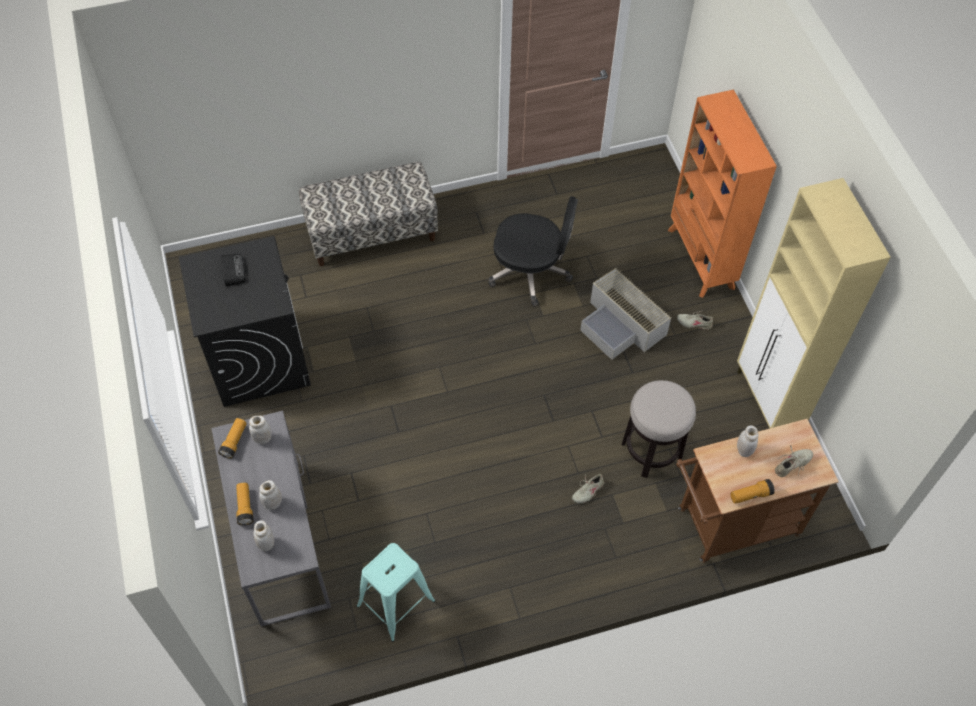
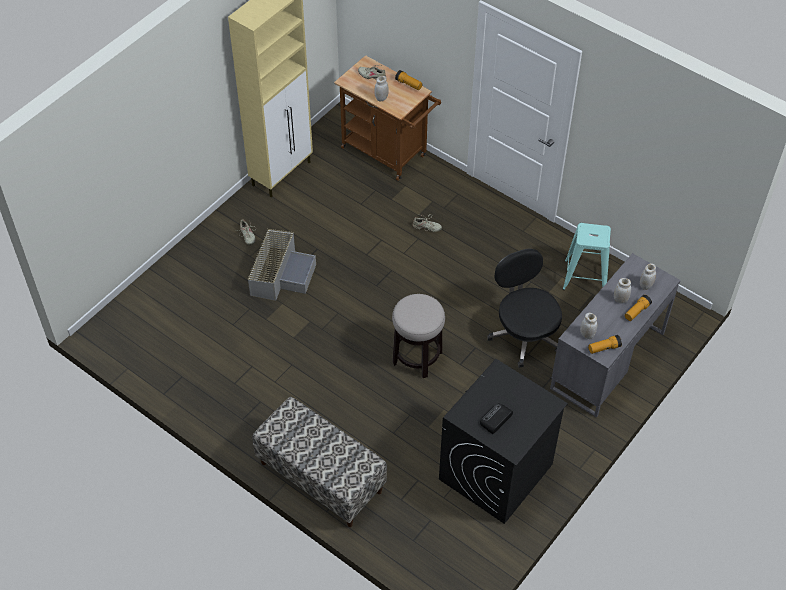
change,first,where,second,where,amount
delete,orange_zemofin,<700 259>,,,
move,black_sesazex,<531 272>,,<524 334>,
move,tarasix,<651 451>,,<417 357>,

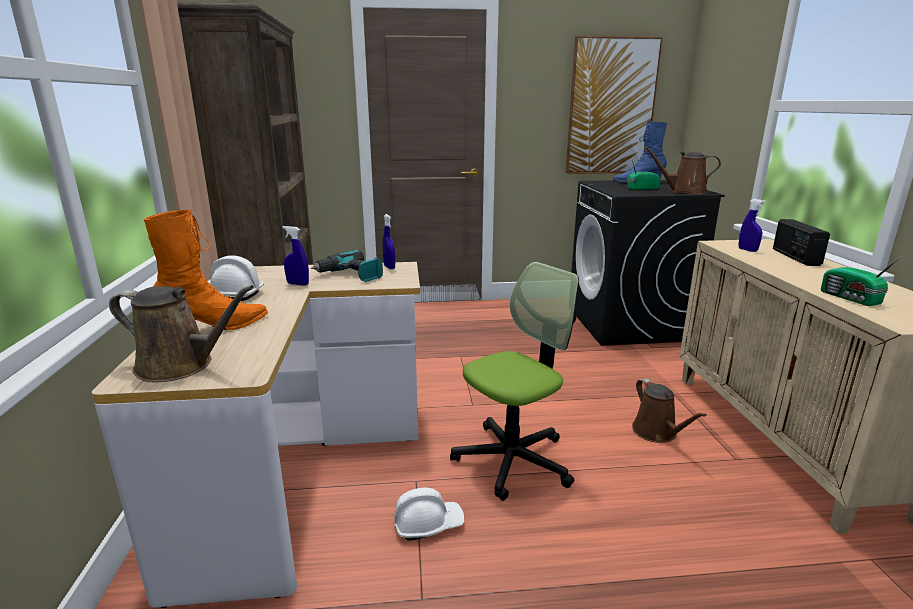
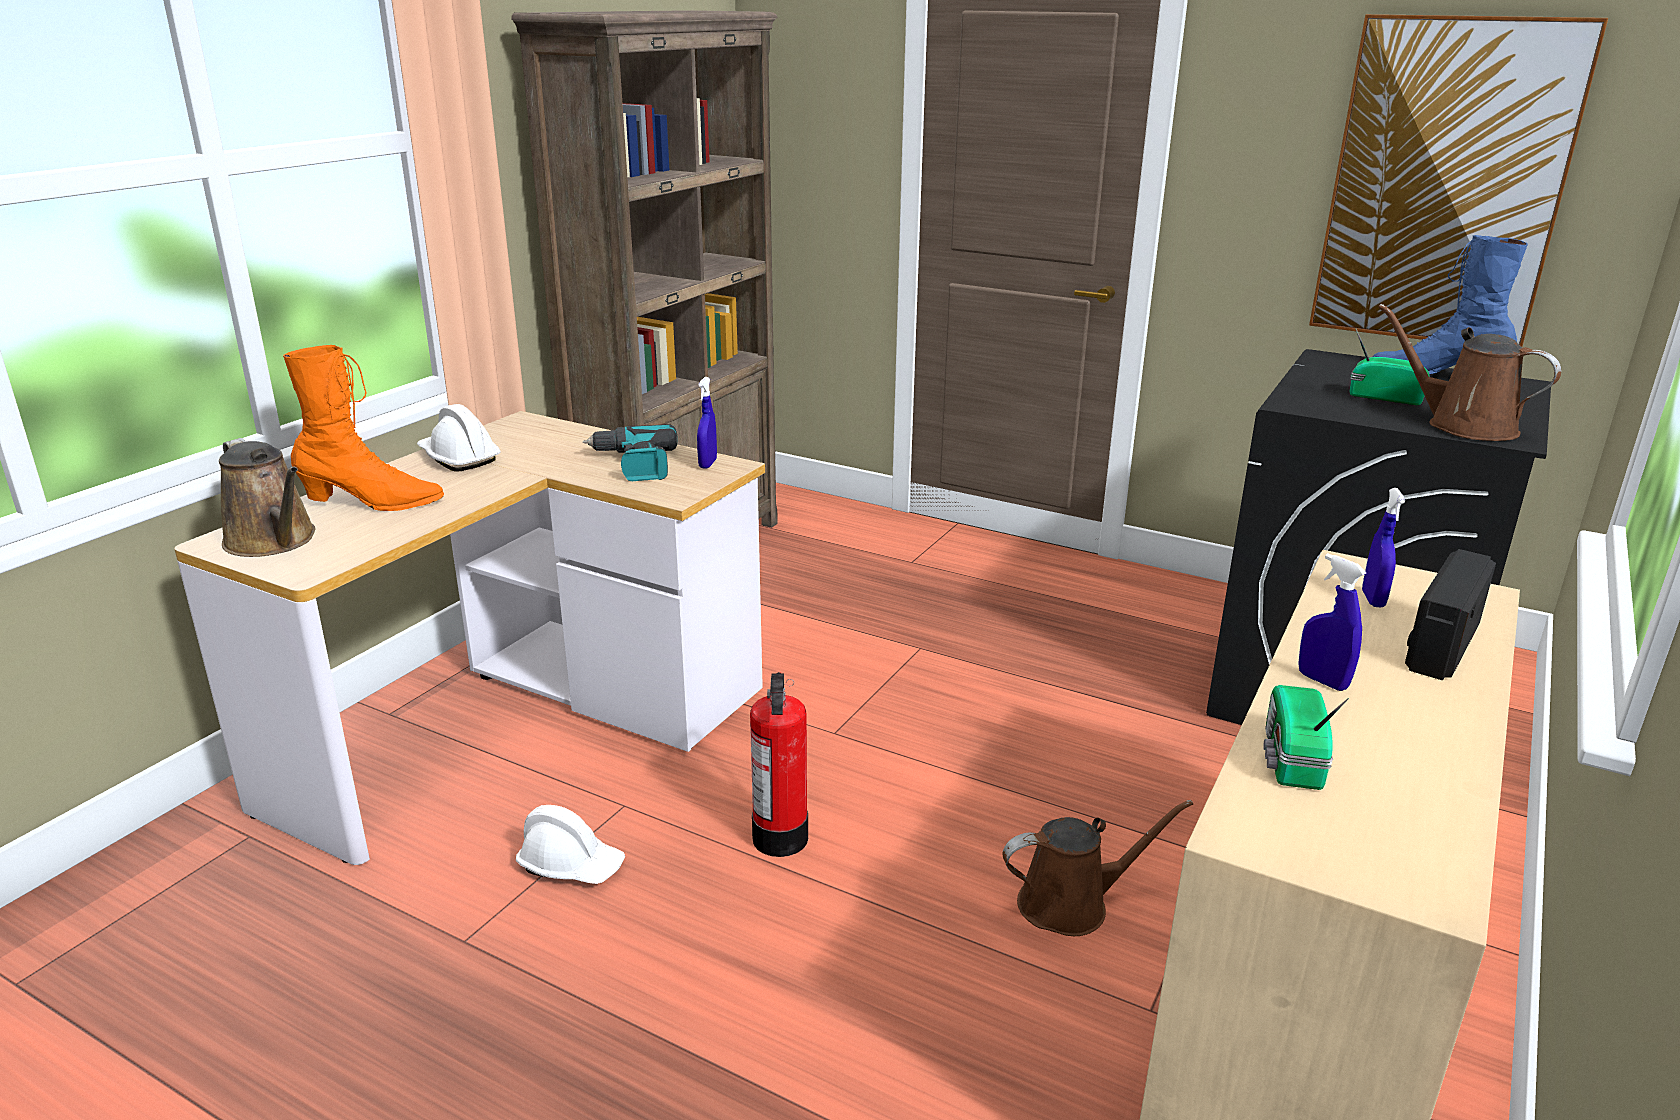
change,first,where,second,where,amount
move,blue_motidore,<298 284>,,<1322 681>,
replace,sesazex,<513 460>,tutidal,<781 838>,
rotate,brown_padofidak,<657 433>,,<1071 904>,120 degrees counterclockwise

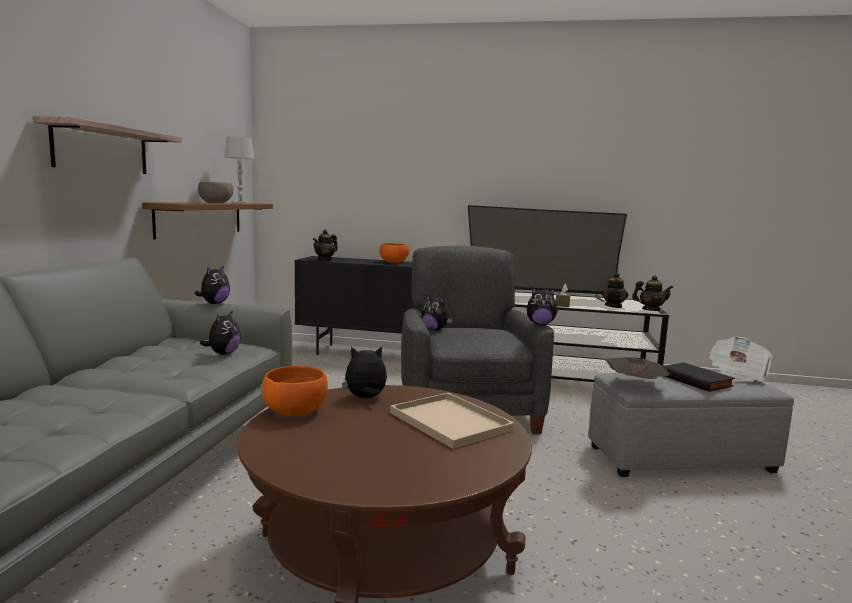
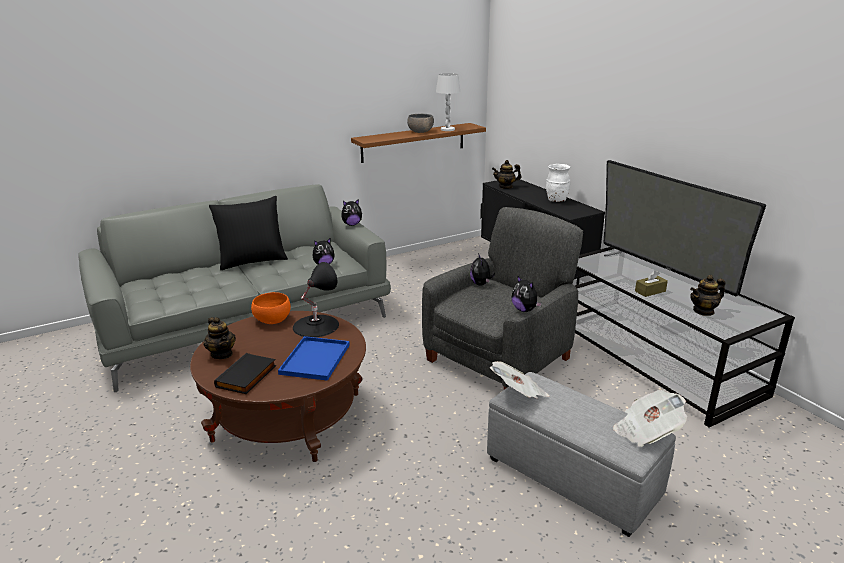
change,first,where,second,where,amount
delete,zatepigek,<101 149>,,,
insert,,,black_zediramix,<252 261>,
move,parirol,<650 310>,,<222 354>,
move,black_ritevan,<696 380>,,<247 377>,
replace,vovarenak,<365 398>,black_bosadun,<315 325>,
replace,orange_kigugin,<393 262>,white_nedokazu,<556 200>,
recolor,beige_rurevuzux,<452 421>,blue_rurevuzux,<315 360>,

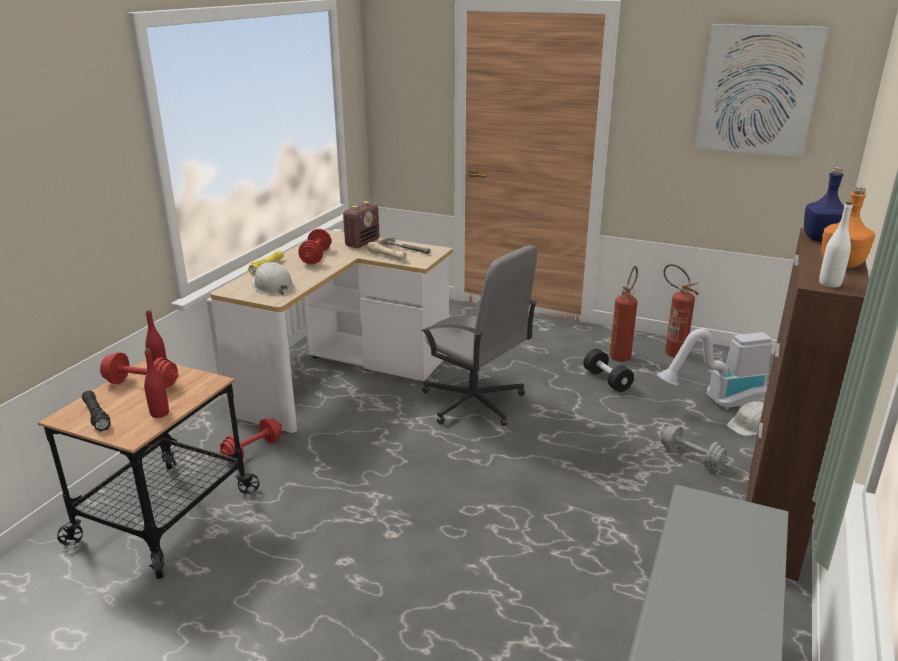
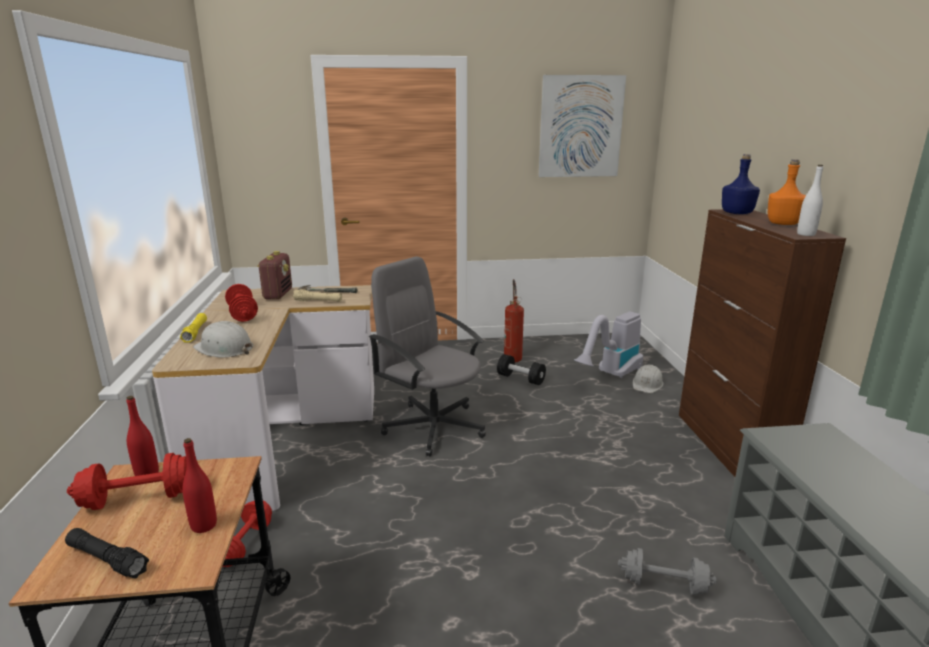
change,first,where,second,where,amount
delete,tutidal,<670 351>,,,
move,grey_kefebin,<691 458>,,<664 584>,
rotate,grey_sesazex,<474 403>,,<433 426>,150 degrees counterclockwise

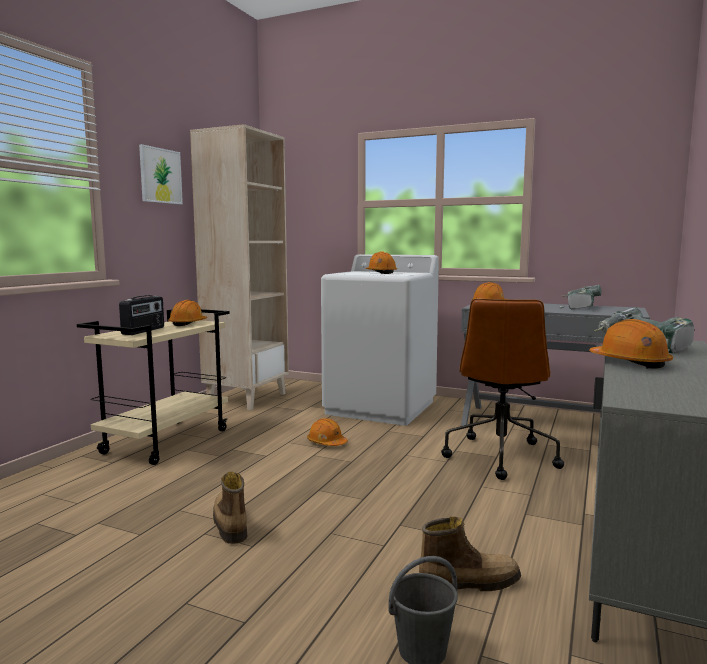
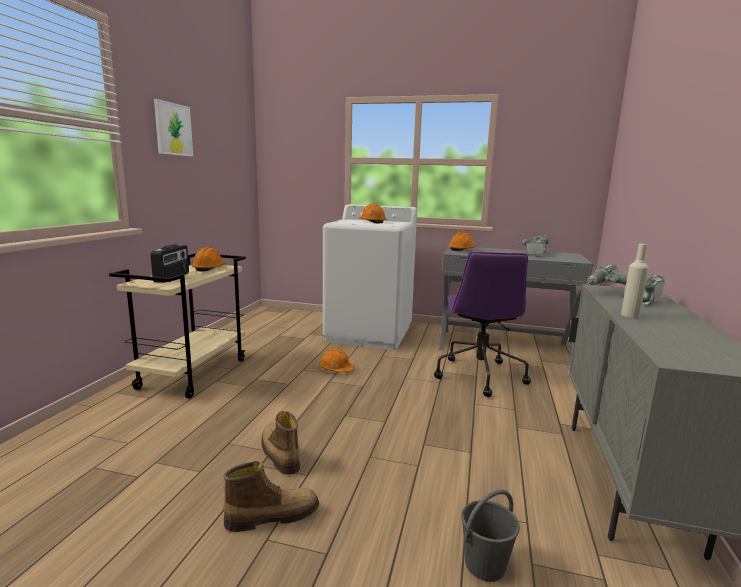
change,first,where,second,where,amount
delete,beige_zemofin,<246 398>,,,
move,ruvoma,<468 583>,,<272 516>,
replace,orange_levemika,<630 362>,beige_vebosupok,<630 315>,
recolor,brown_sesazex,<500 456>,purple_sesazex,<478 375>,

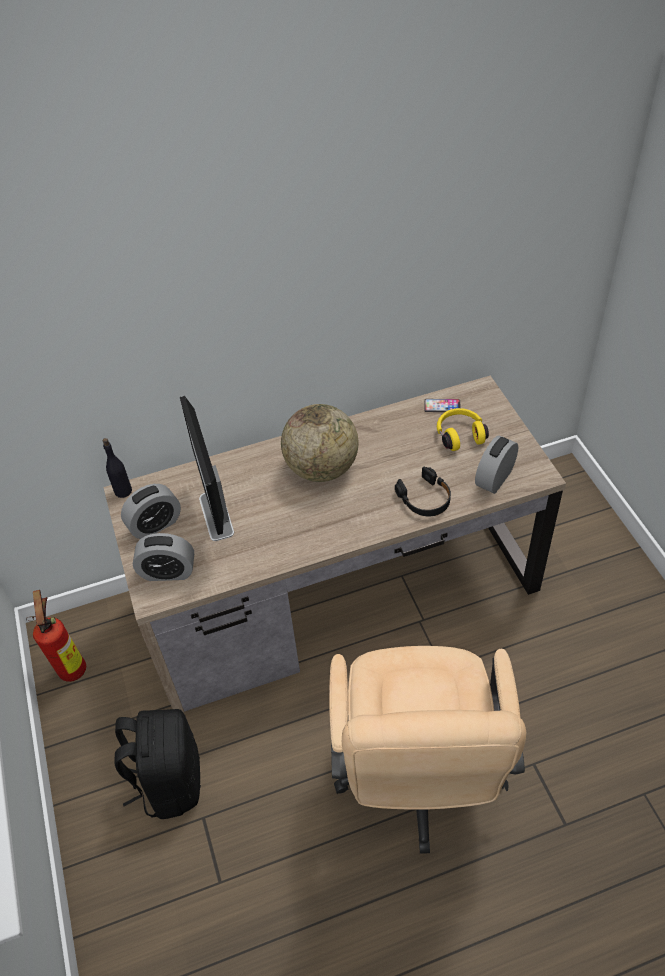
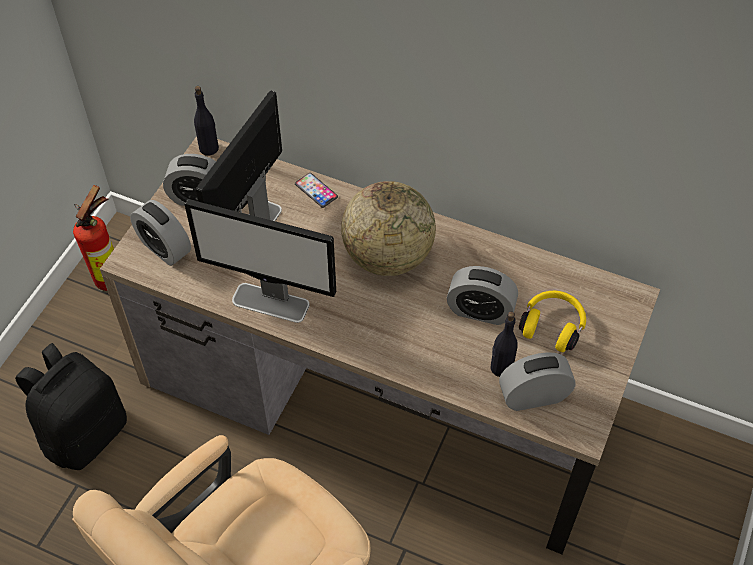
change,first,where,second,where,amount
delete,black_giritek,<425 498>,,,
insert,,,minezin,<271 303>,
insert,,,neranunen,<480 311>,
insert,,,black_vebosupok,<501 368>,
move,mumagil,<442 406>,,<316 191>,

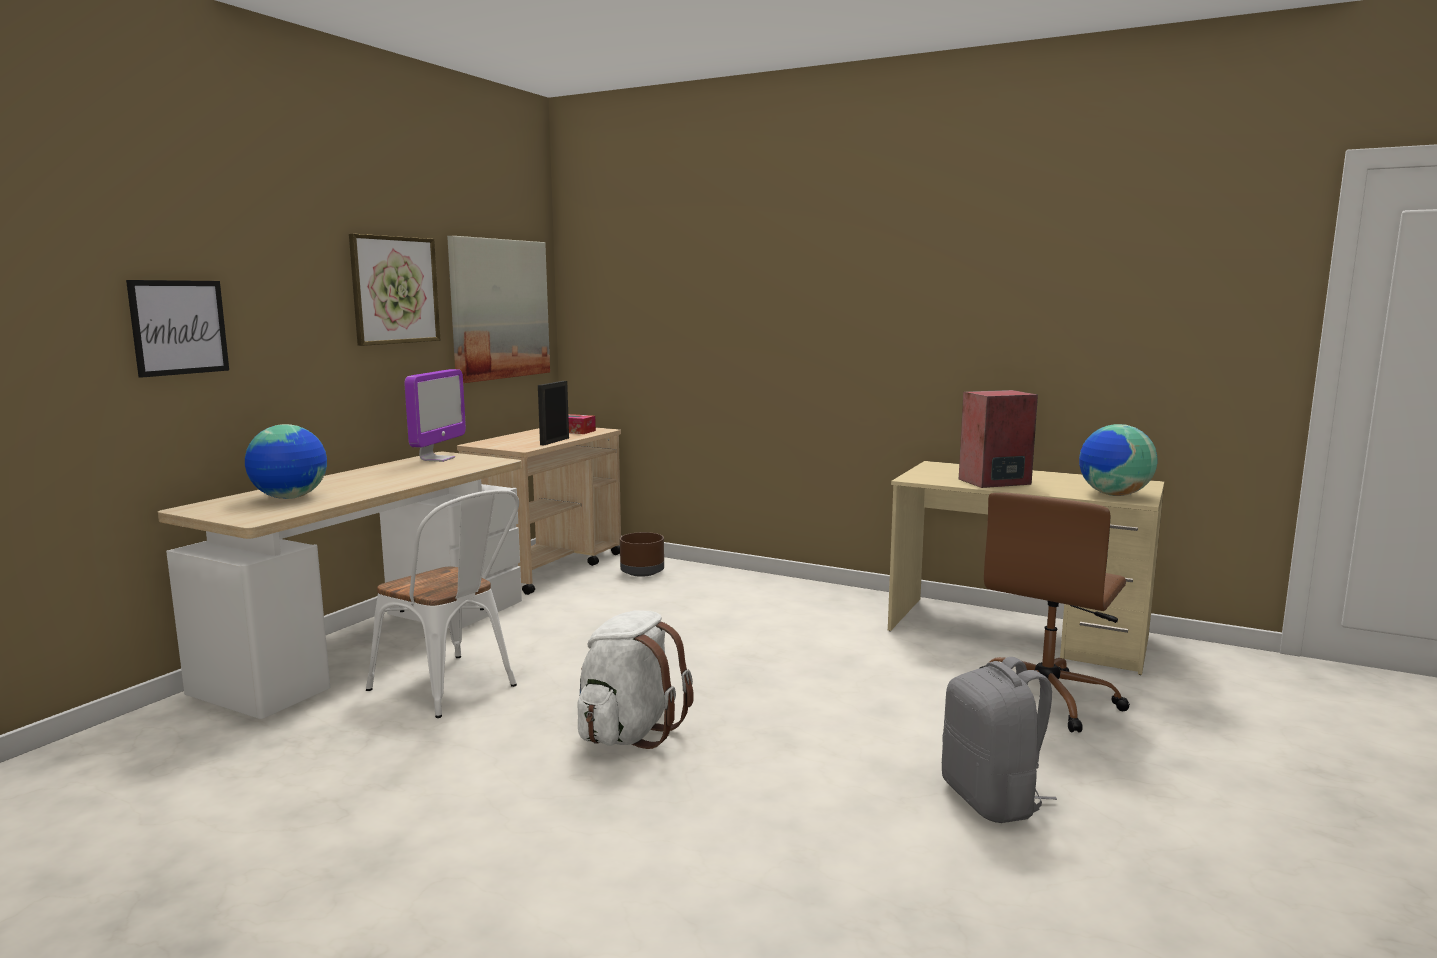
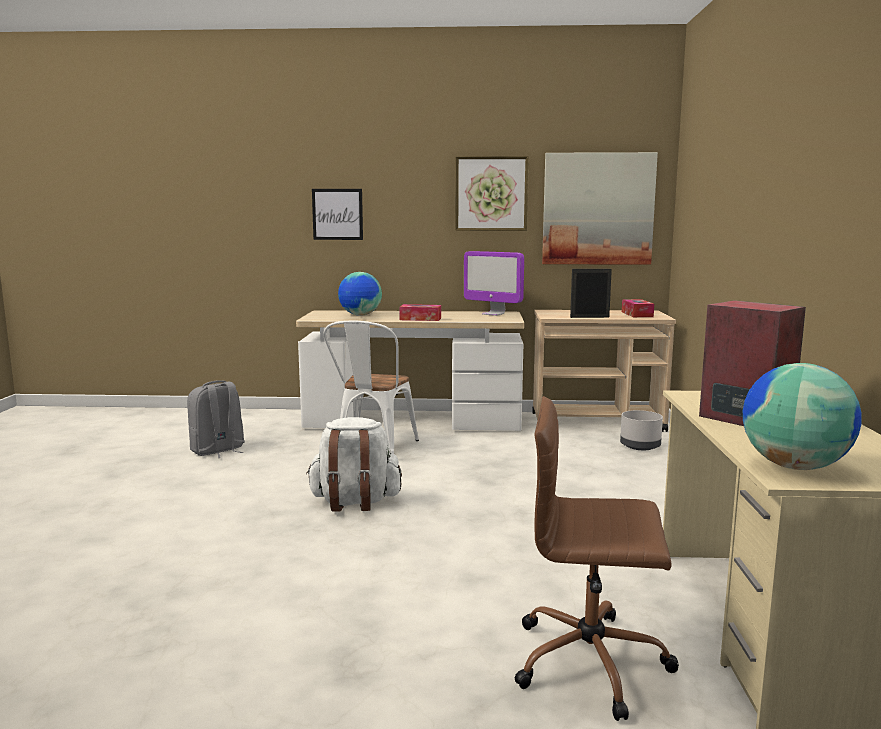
change,first,where,second,where,amount
insert,,,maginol,<420 319>,
move,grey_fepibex,<993 800>,,<217 451>,
recolor,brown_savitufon,<643 572>,grey_savitufon,<640 446>,
rotate,minezin,<437 459>,,<493 314>,45 degrees clockwise

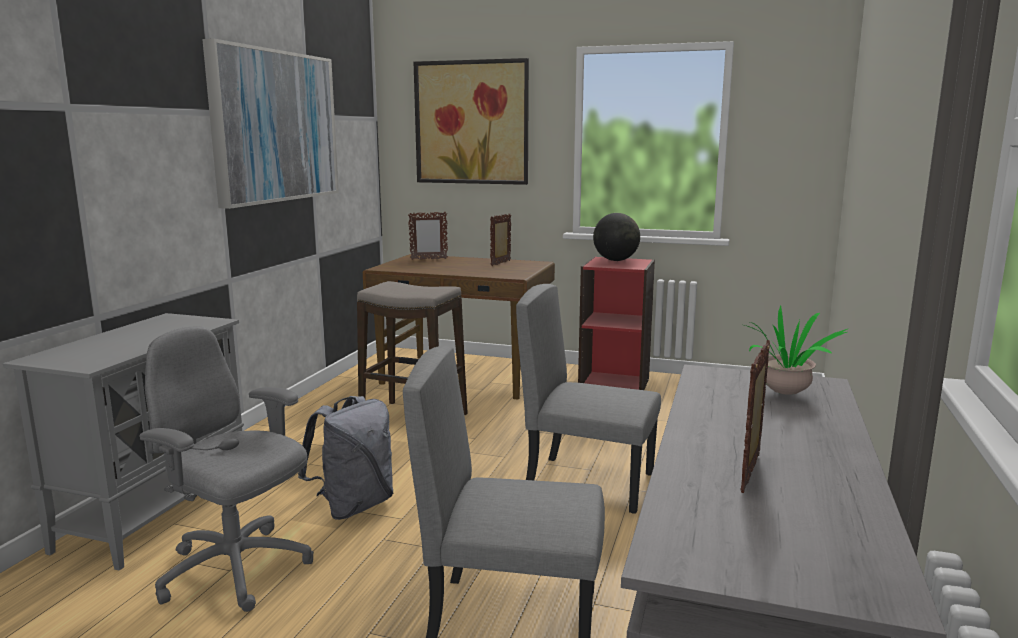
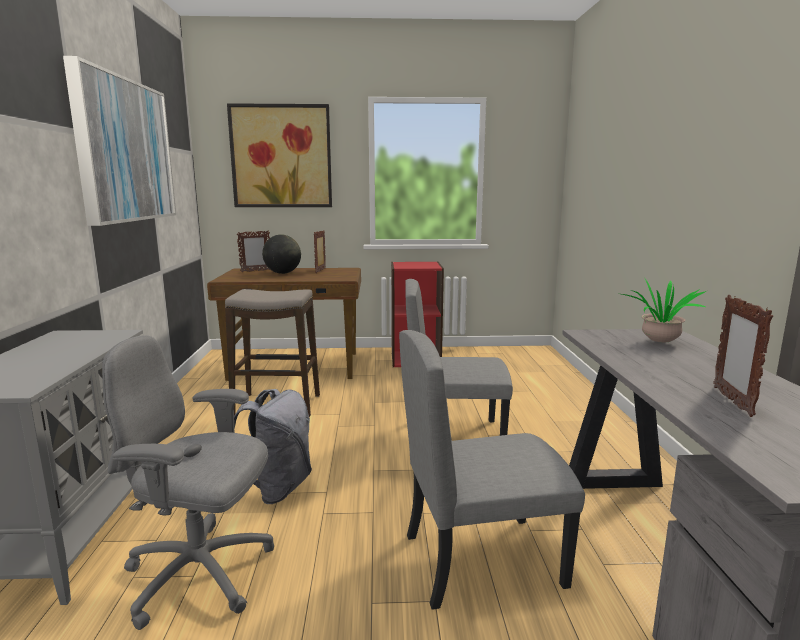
change,first,where,second,where,amount
move,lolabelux,<615 260>,,<283 273>,

